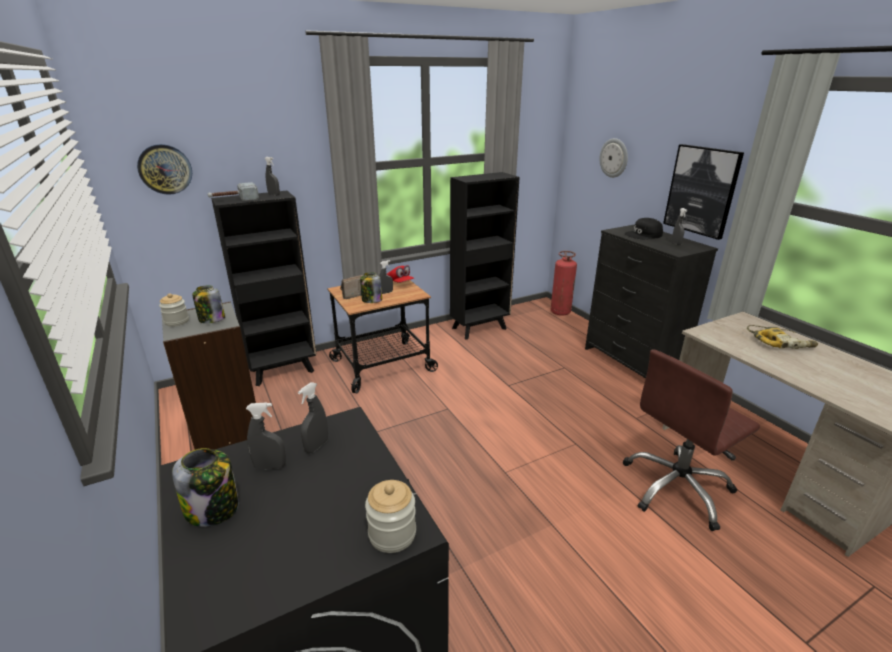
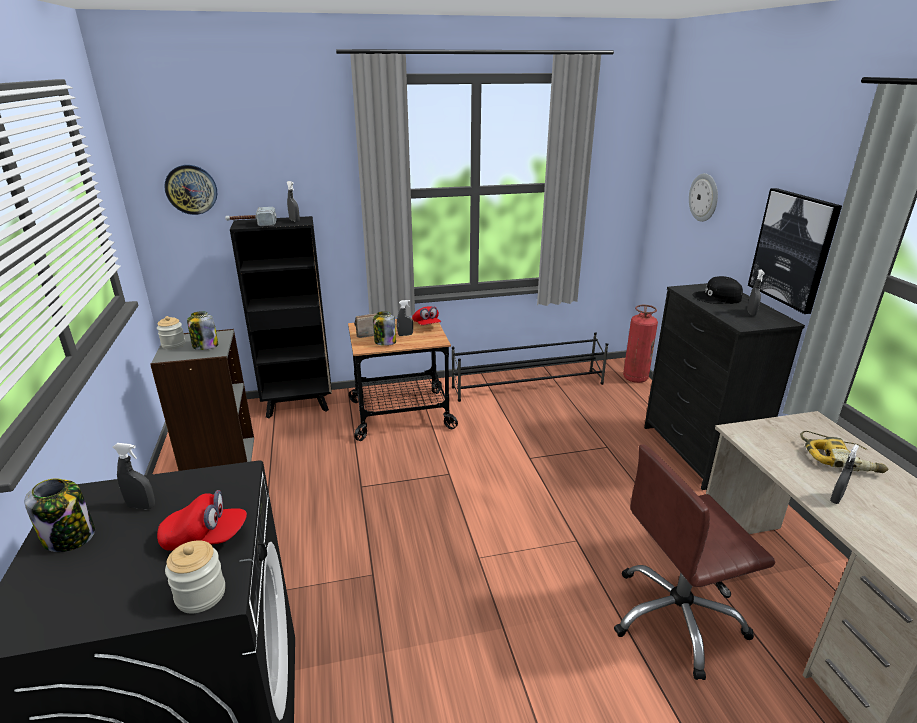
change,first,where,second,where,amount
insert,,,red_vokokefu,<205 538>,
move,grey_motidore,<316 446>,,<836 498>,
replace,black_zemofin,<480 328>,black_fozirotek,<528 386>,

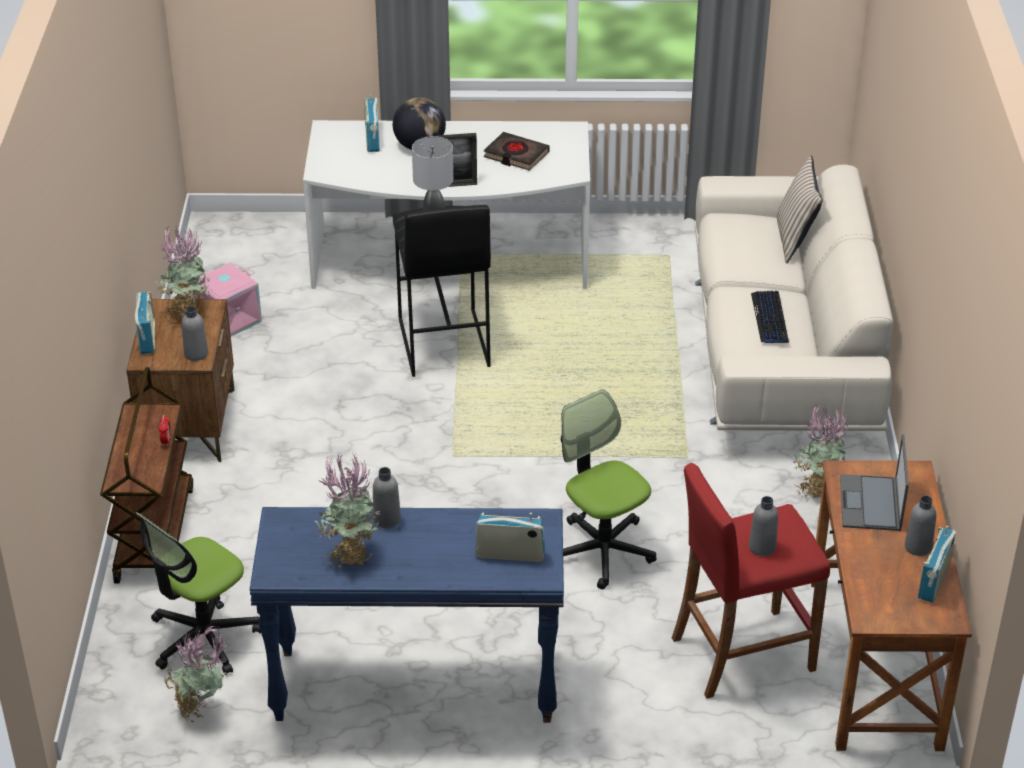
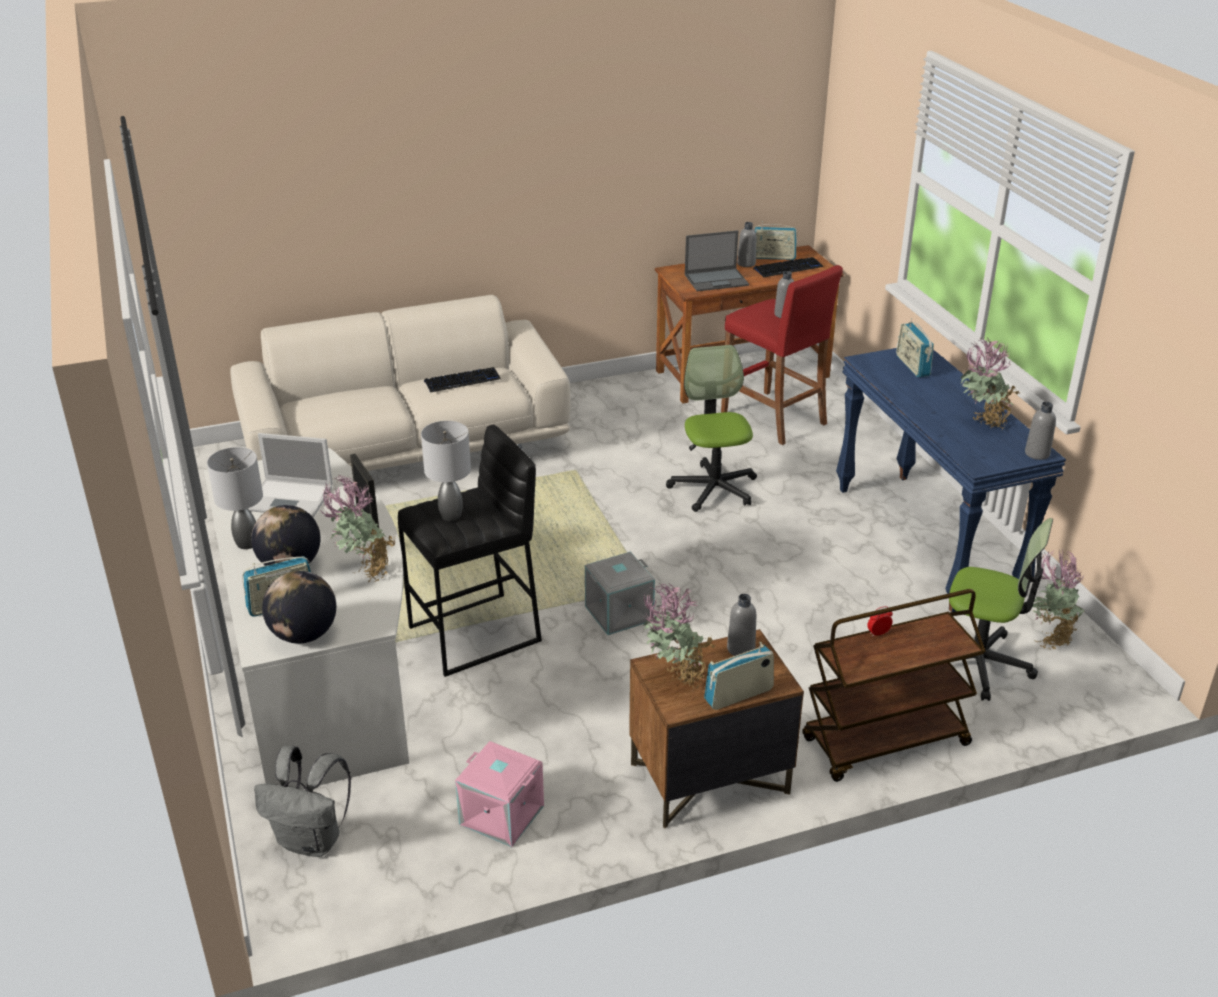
change,first,where,second,where,amount
delete,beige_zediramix,<795 239>,,,
insert,,,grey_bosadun,<247 544>,
insert,,,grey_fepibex,<312 840>,
insert,,,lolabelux,<303 635>,
insert,,,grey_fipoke,<619 614>,
insert,,,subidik,<788 268>,
move,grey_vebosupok,<387 519>,,<1037 453>,
move,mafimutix,<817 489>,,<363 572>,
replace,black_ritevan,<516 155>,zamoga,<291 498>,
rotate,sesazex,<602 550>,,<713 488>,135 degrees clockwise

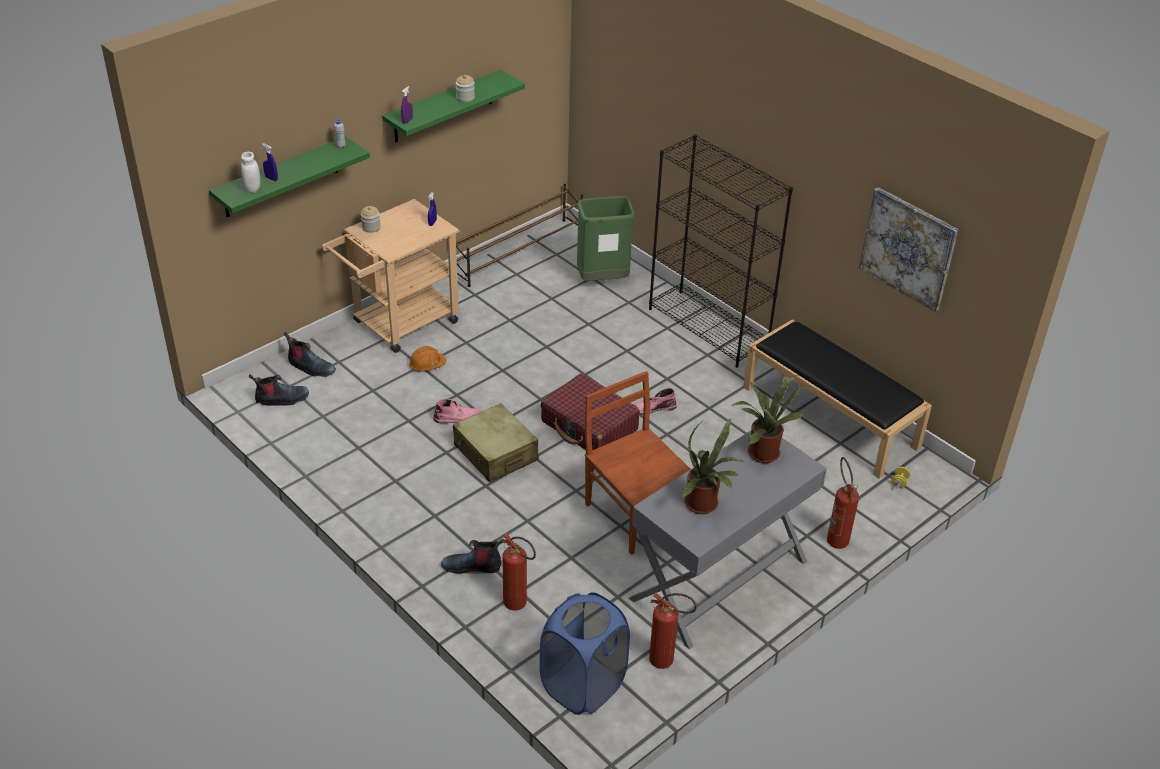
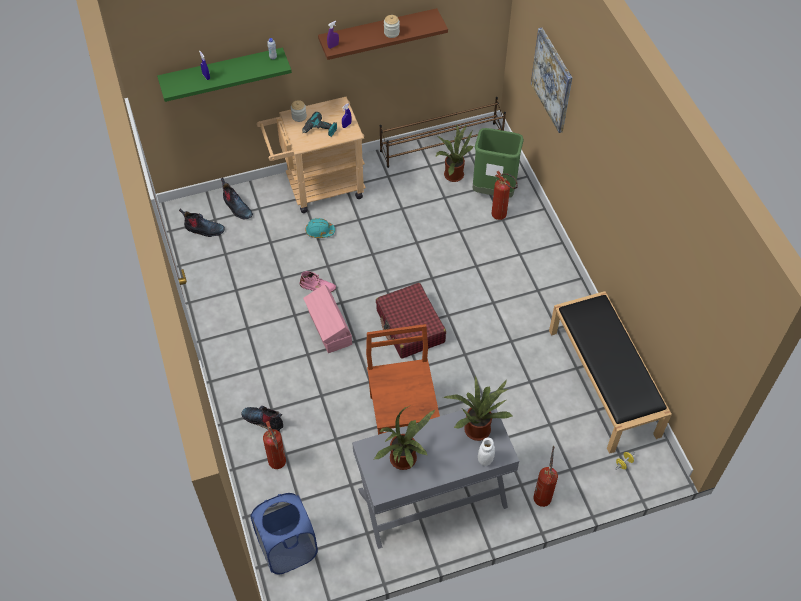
change,first,where,second,where,amount
delete,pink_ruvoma,<653 408>,,,
delete,black_zemofin,<709 328>,,,
insert,,,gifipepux,<320 130>,
insert,,,mafimutix,<452 174>,
move,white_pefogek,<252 189>,,<485 459>,
move,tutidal,<667 662>,,<501 216>,
move,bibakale,<908 248>,,<552 80>,
replace,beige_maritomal,<495 453>,pink_fipoke,<329 328>,
recolor,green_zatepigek,<443 107>,brown_zatepigek,<378 32>,
recolor,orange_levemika,<427 365>,turquoise_levemika,<320 231>,

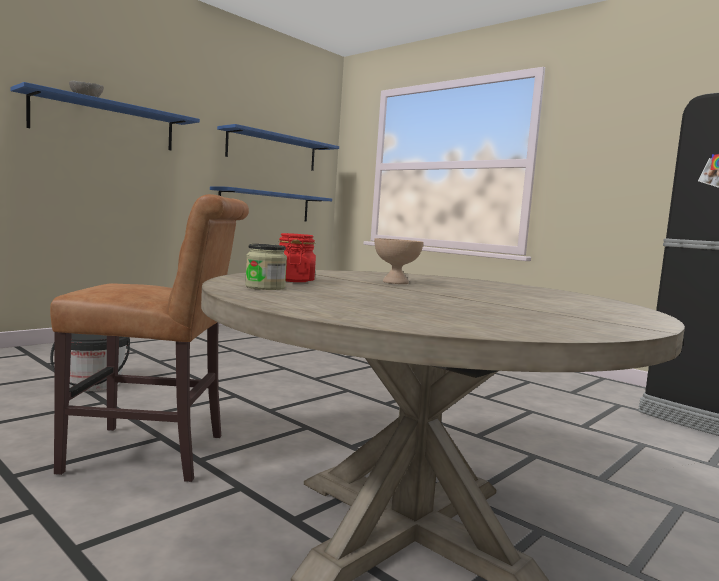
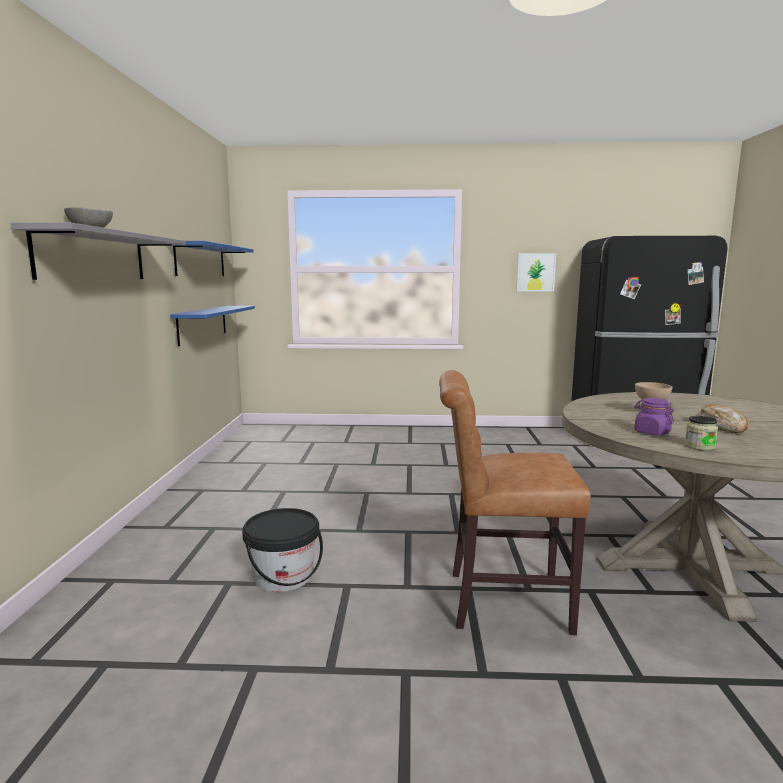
change,first,where,second,where,amount
insert,,,bibakale,<535 272>,
insert,,,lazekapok,<721 427>,
recolor,blue_zatepigek,<105 123>,grey_zatepigek,<93 256>,
recolor,red_pefogek,<294 280>,purple_pefogek,<652 432>,
rotate,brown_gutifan,<155 454>,,<500 601>,135 degrees counterclockwise

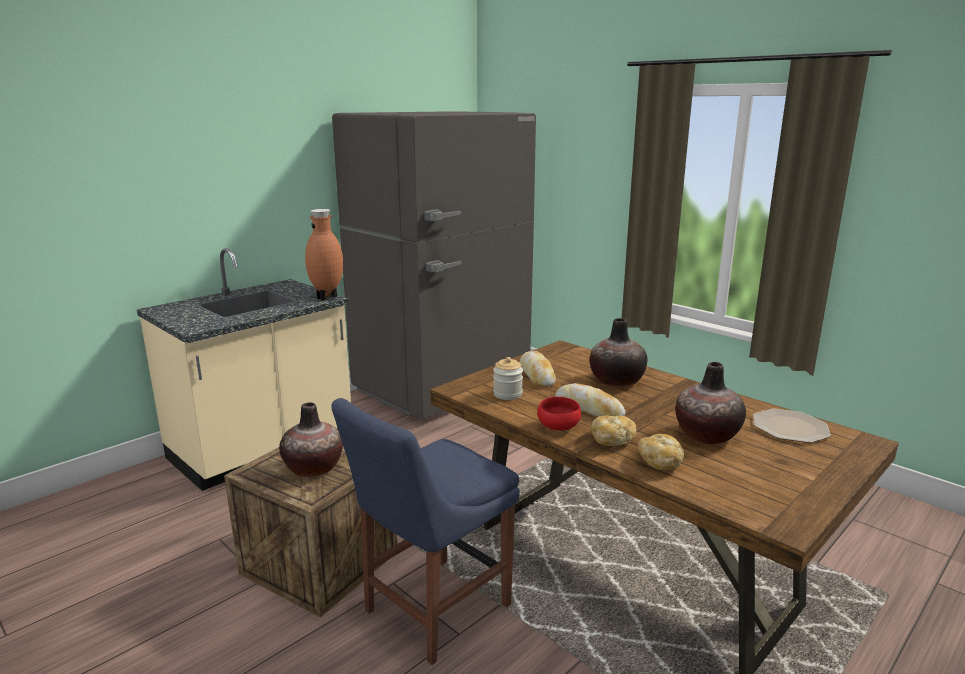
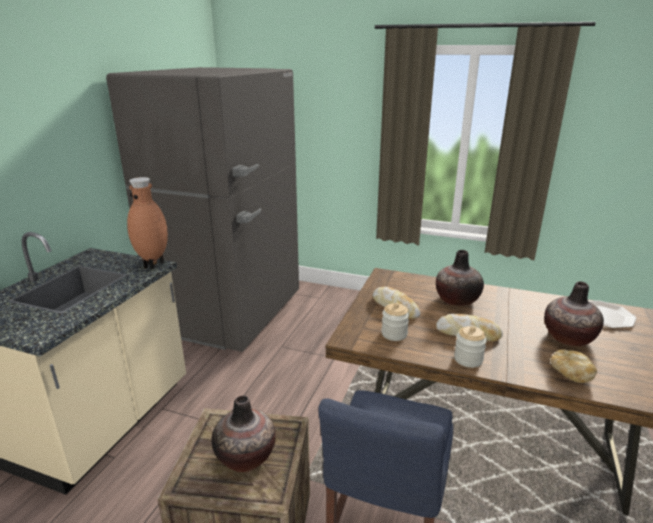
change,first,where,second,where,amount
delete,lazekapok,<612 440>,,,
replace,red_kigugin,<559 427>,pefogek,<468 359>,

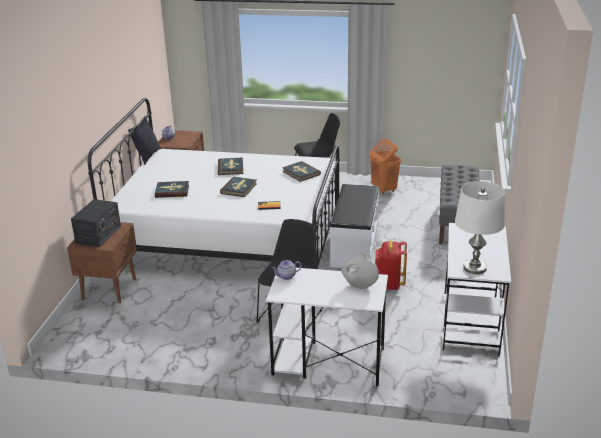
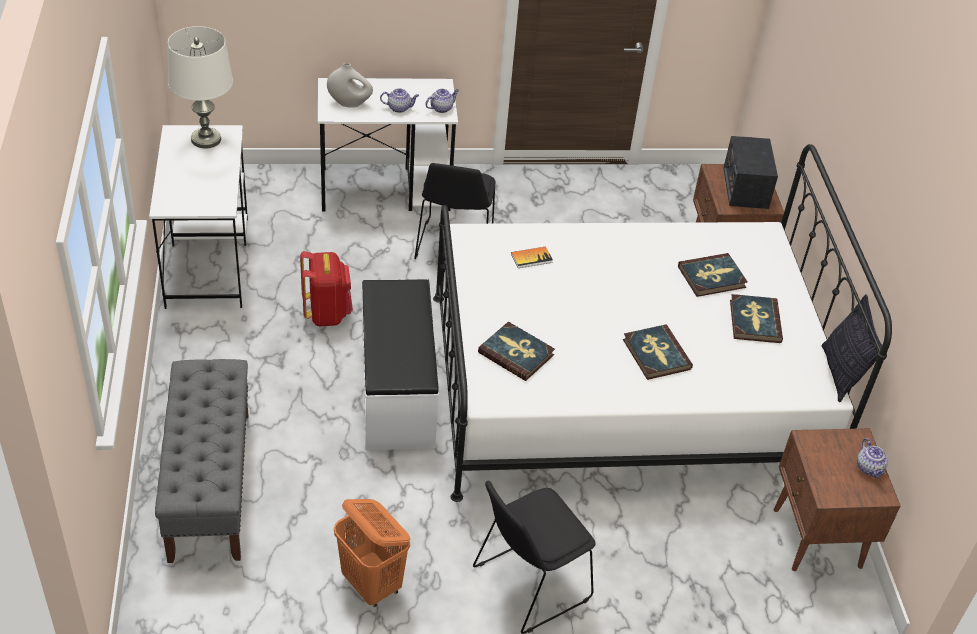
change,first,where,second,where,amount
insert,,,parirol,<399 108>,
move,ritevan,<239 188>,,<754 321>,

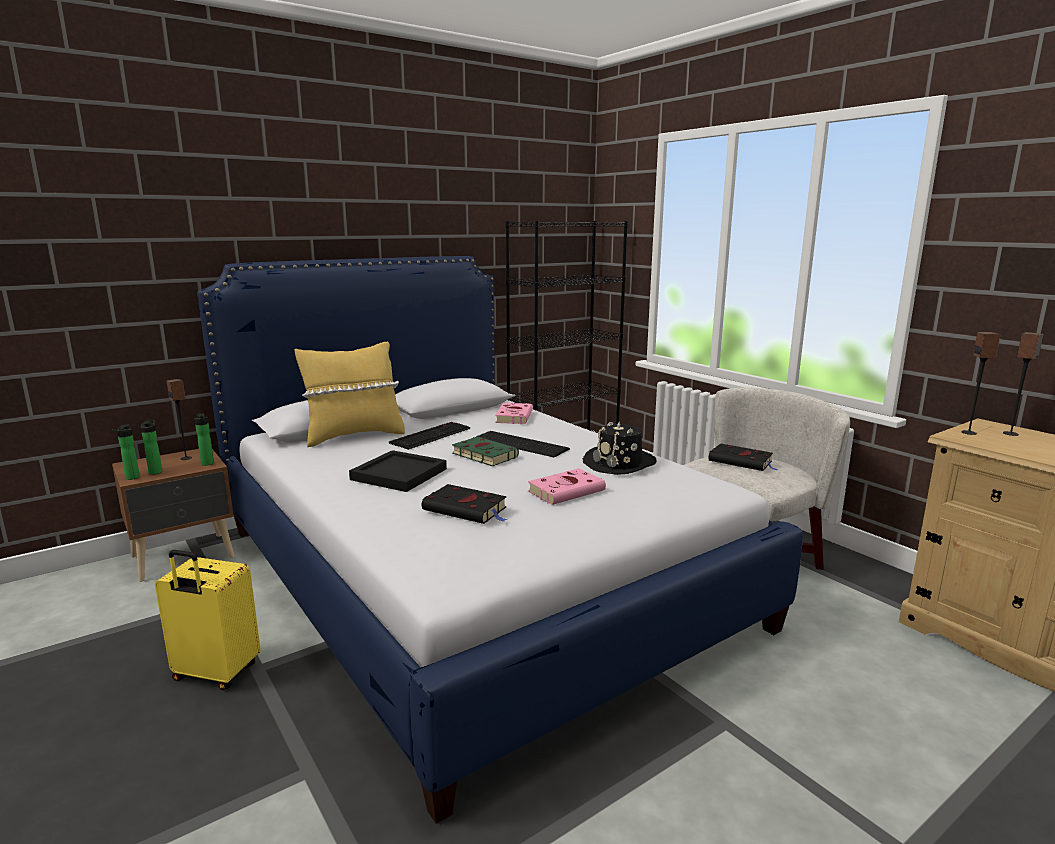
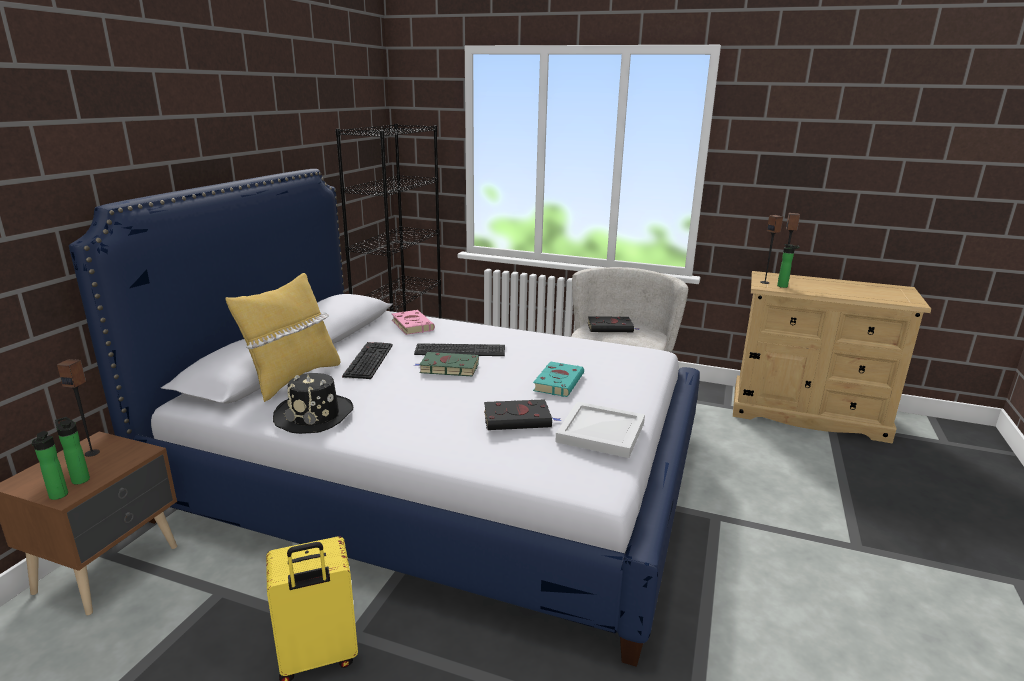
change,first,where,second,where,amount
delete,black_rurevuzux,<400 474>,,,
insert,,,white_rurevuzux,<601 433>,
move,vebosupok,<208 464>,,<784 286>,
move,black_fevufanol,<620 463>,,<315 415>,
recolor,pink_ritevan,<568 491>,turquoise_ritevan,<559 382>,

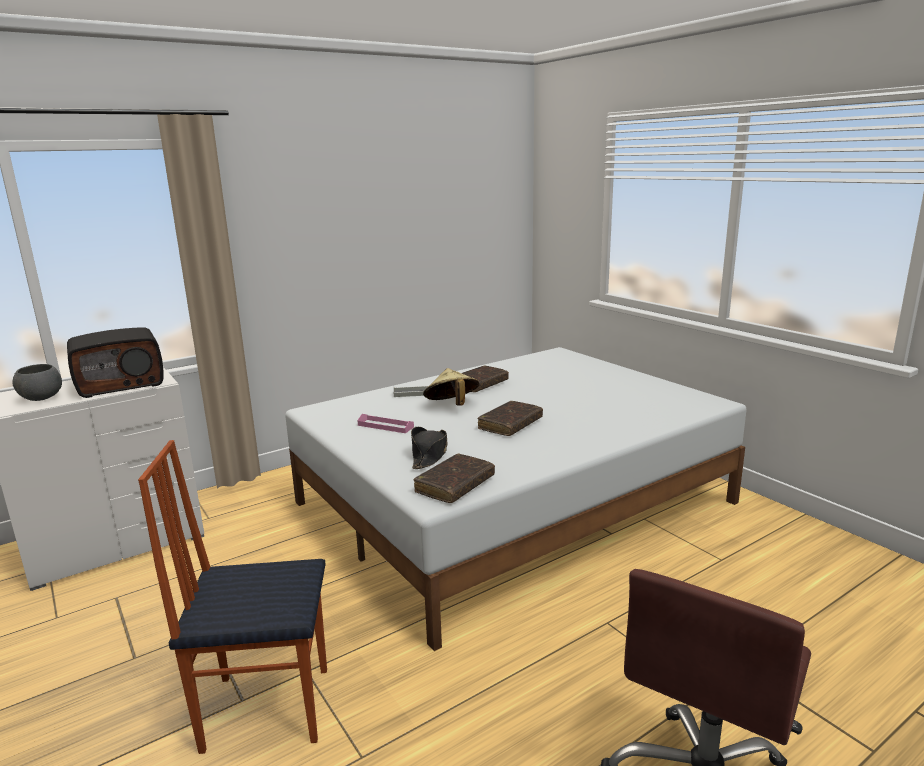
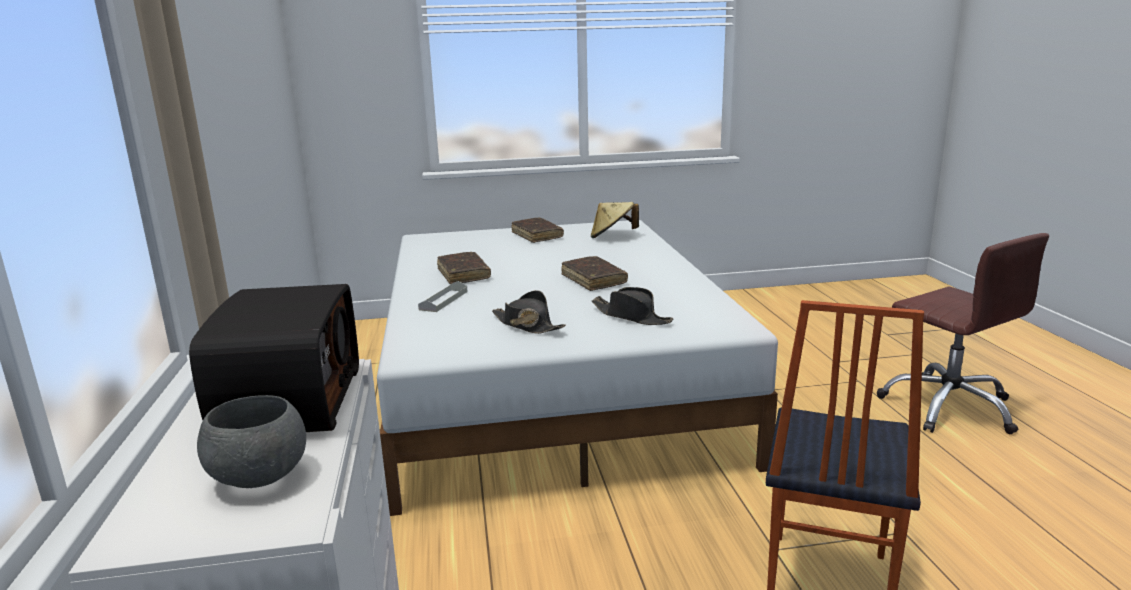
change,first,where,second,where,amount
move,brown_ritevan,<455 485>,,<537 236>,
move,beige_fevufanol,<452 406>,,<612 236>,
replace,pink_rurevuzux,<385 426>,black_fevufanol,<527 325>,

